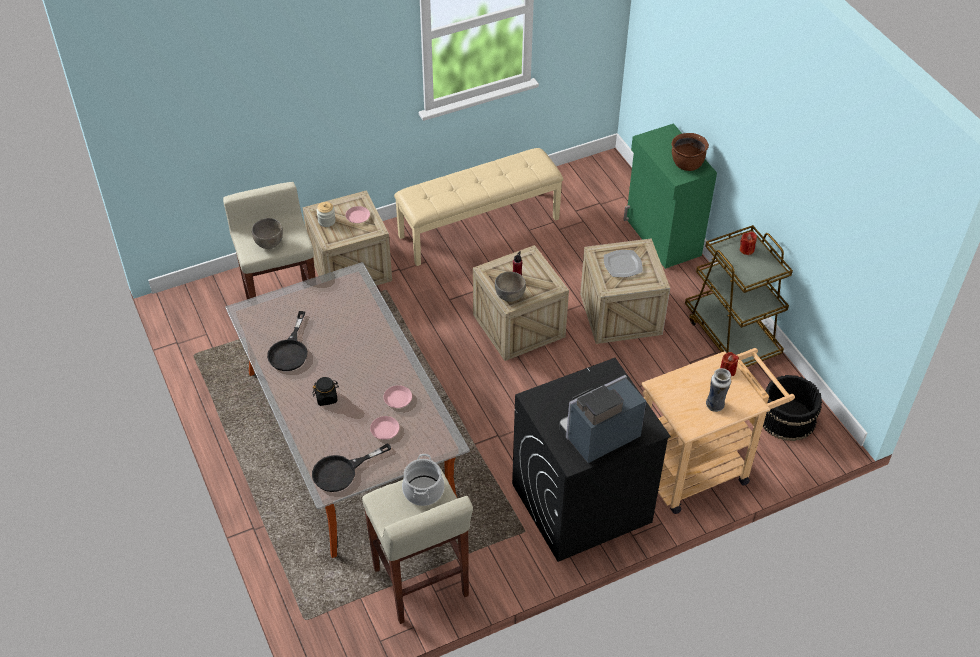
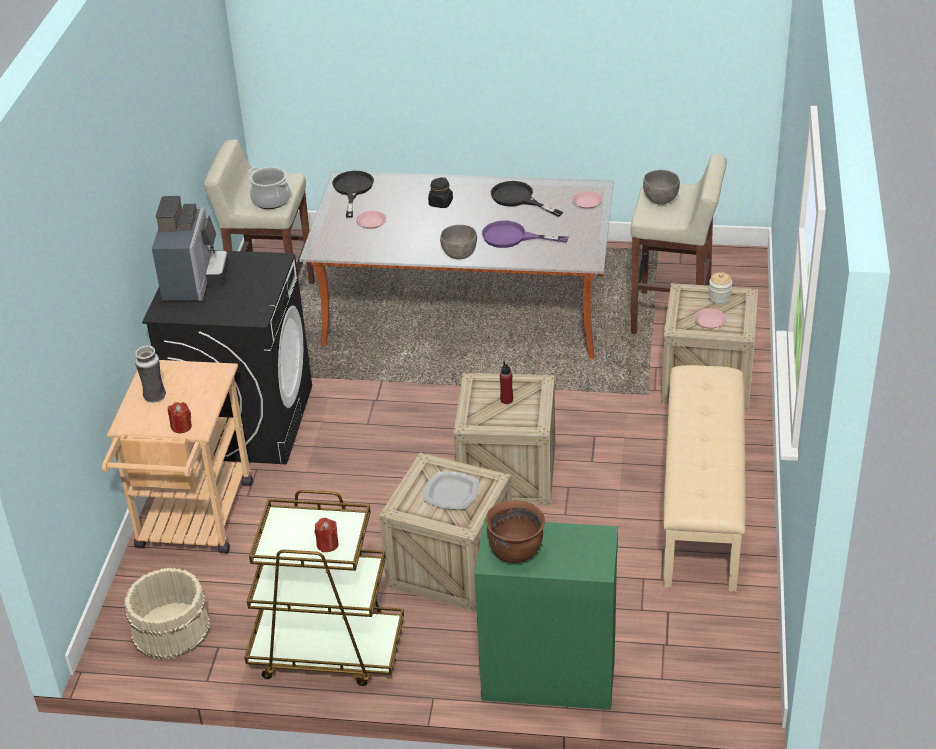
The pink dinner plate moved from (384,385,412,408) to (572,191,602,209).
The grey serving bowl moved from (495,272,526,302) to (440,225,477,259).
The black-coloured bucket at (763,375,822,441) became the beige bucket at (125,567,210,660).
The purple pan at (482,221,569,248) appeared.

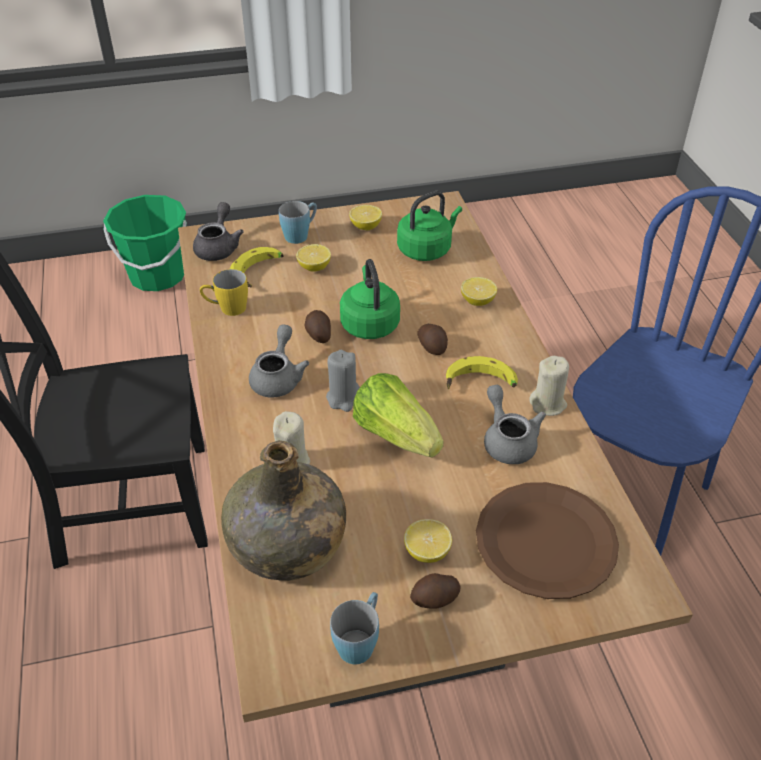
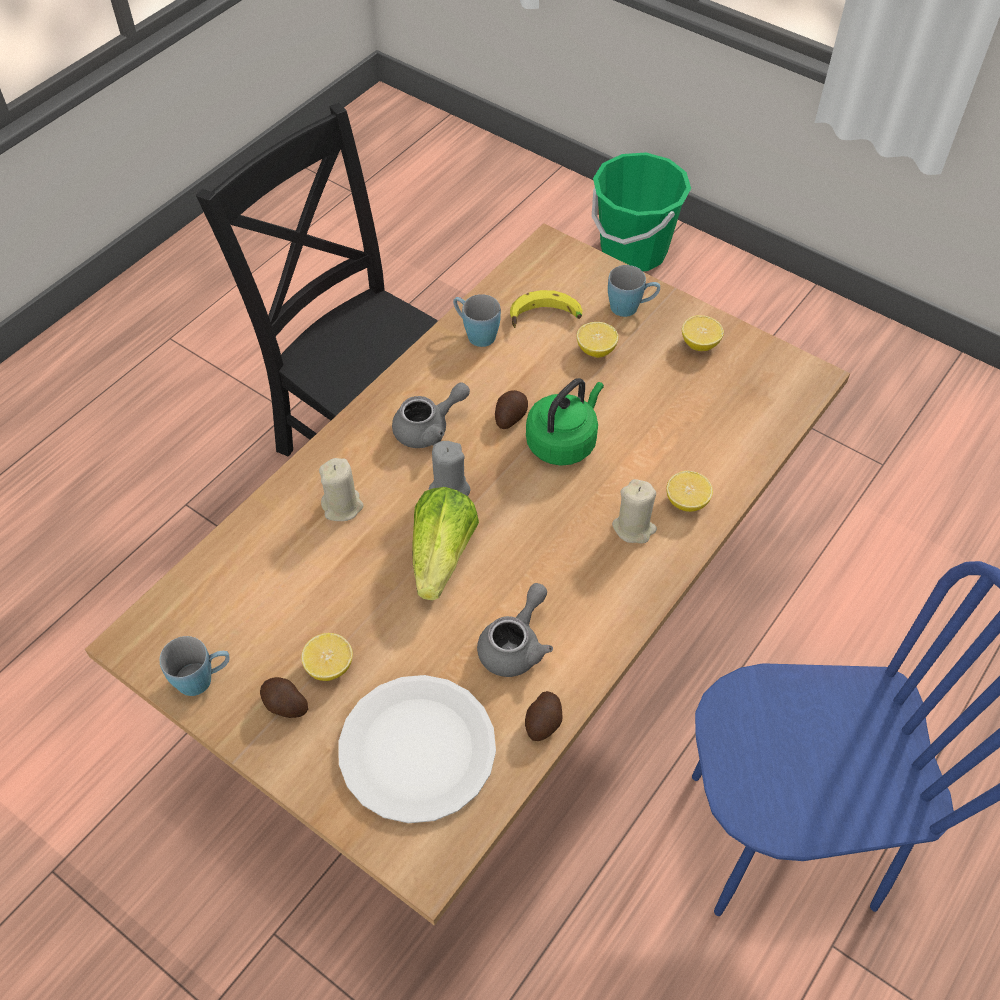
The grey tea pot at (193,202,244,261) disappeared.
The yellowish coffee mug at (200,269,248,316) became the blue coffee mug at (453,294,501,347).
The green-coloured beverage bottle at (221,440,346,581) disappeared.
The green-coloured tea kettle at (397,191,462,261) disappeared.
The whole potato moved from (417,324,448,355) to (525,691,562,741).
The banana fruit at (446,356,518,389) disappeared.
The brown-coloured dinner plate at (476,482,619,599) became the white dinner plate at (338,675,496,823).
The beige wax candle moved from (529,356,569,416) to (612,479,657,543).

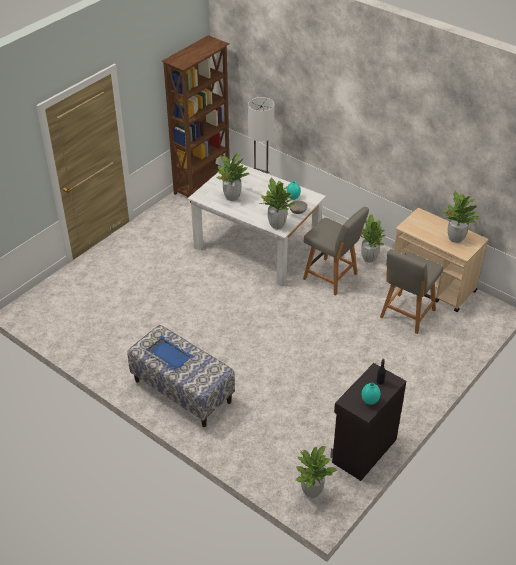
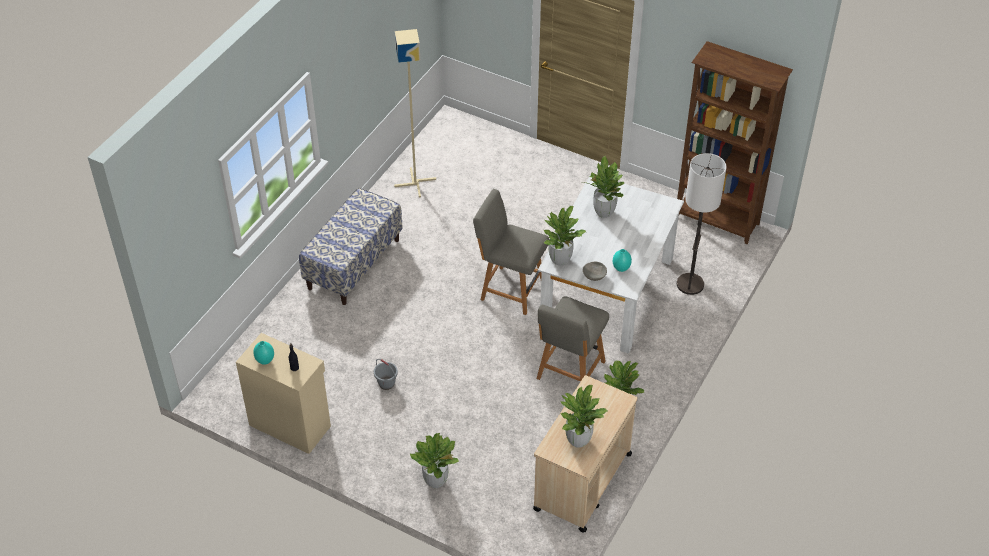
The blue serving tray at (143,335,195,372) disappeared.
The houseplant moved from (296,446,337,498) to (410,433,459,488).
The black-coloured storage cabinet at (330,363,406,481) became the beige storage cabinet at (236,333,331,454).
The grey upright chair moved from (380,249,443,334) to (473,189,549,315).
The grey bucket at (374,359,398,390) appeared.
The beige standing lamp at (394,29,436,198) appeared.

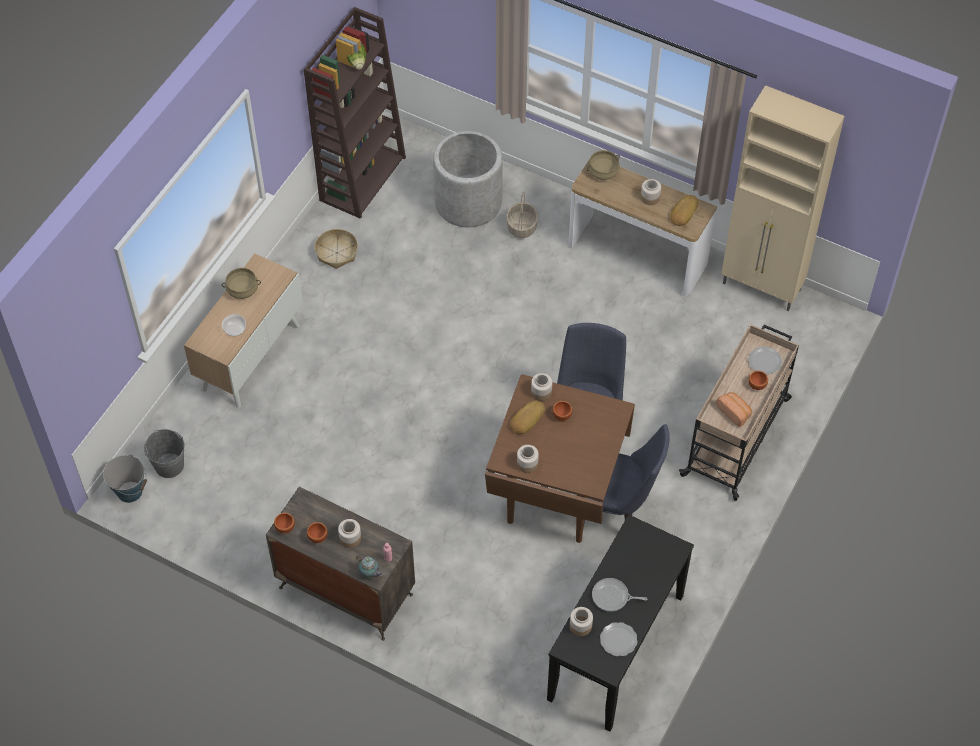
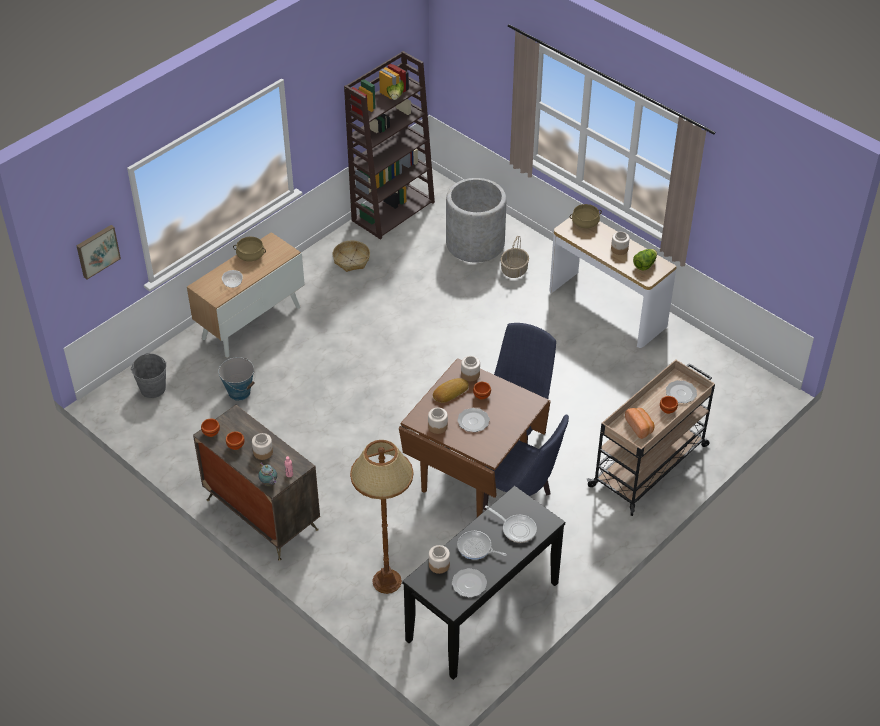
The bucket moved from (103,455,147,503) to (218,357,255,401).
The bakery bread at (670,195,699,226) was replaced by the head of lettuce at (633,249,657,271).
The beige storage cabinet at (721,85,844,311) disappeared.
The wall art at (76,225,121,279) appeared.
The brown-coloured standing lamp at (350,440,414,594) appeared.
The dinner plate at (457,408,490,432) appeared.
The pan at (485,505,537,543) appeared.

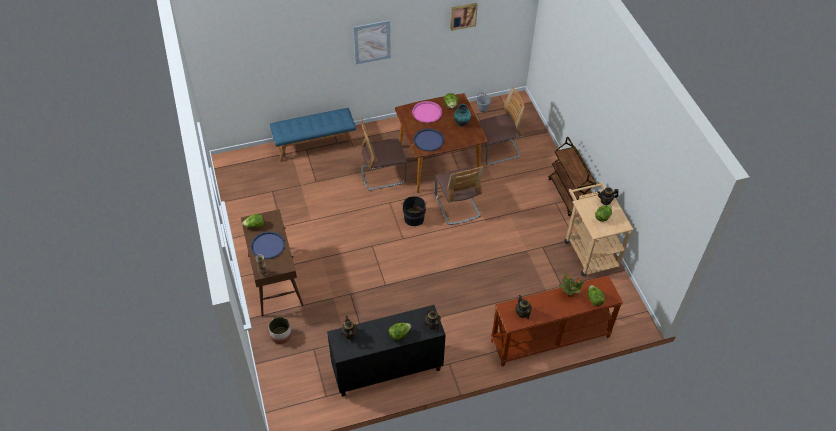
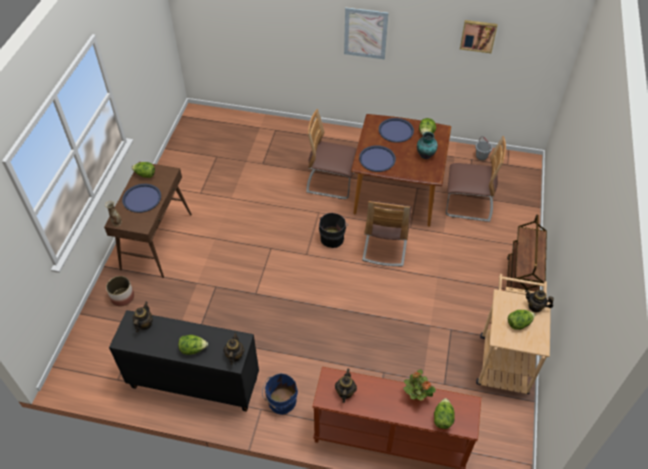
The blue long seat at (270,108,356,162) disappeared.
The pink serving tray at (412,101,442,123) became the blue serving tray at (379,118,414,143).
The blue bucket at (262,373,298,415) appeared.

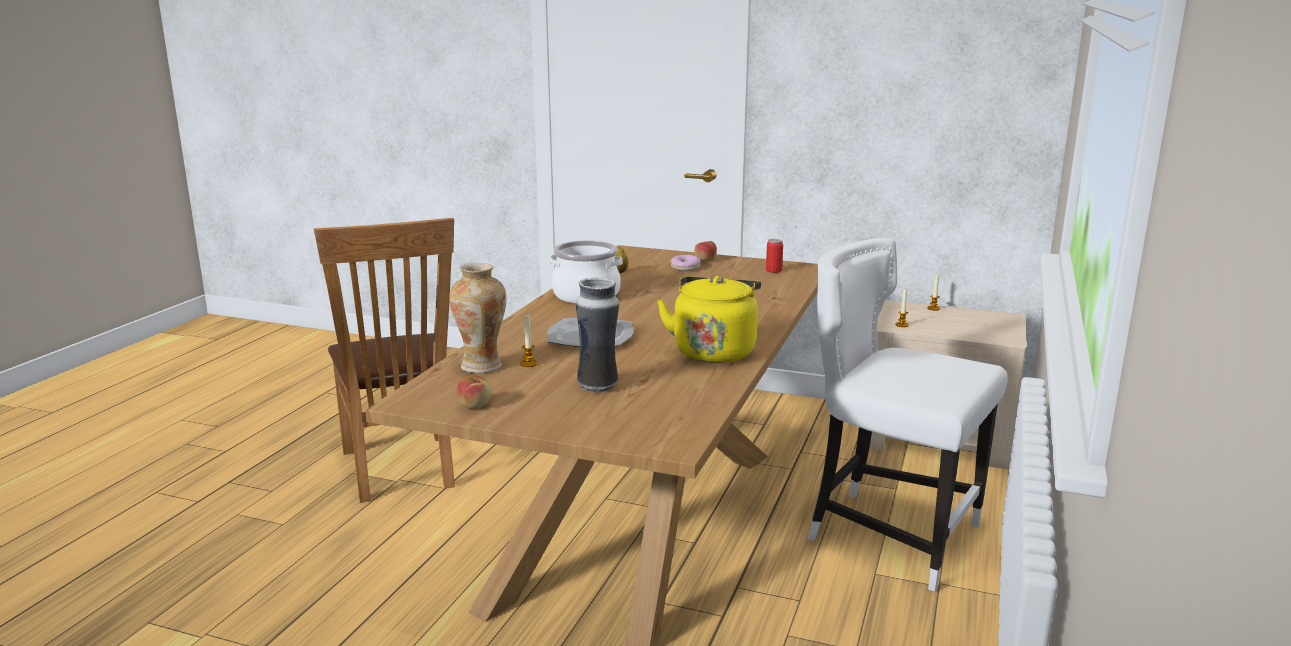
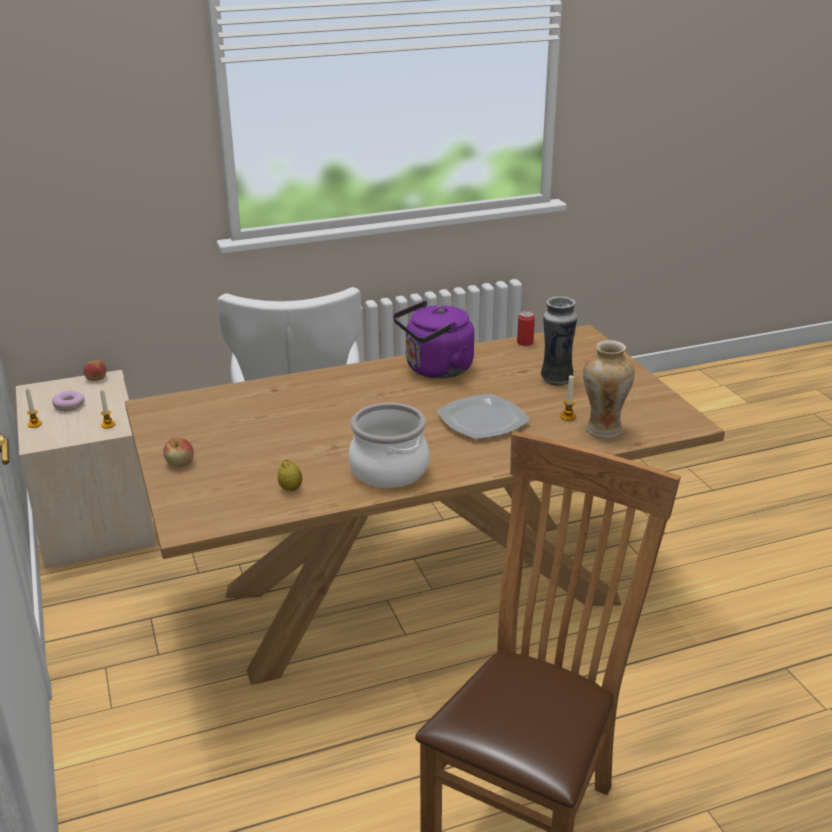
The whole apple moved from (457,375,491,409) to (83,360,106,381).
The yellowish tea kettle at (657,276,761,363) became the purple tea kettle at (393,301,474,379).
The donut moved from (671,255,700,271) to (52,391,85,411).
The metal can moved from (766,239,783,273) to (517,311,535,346).

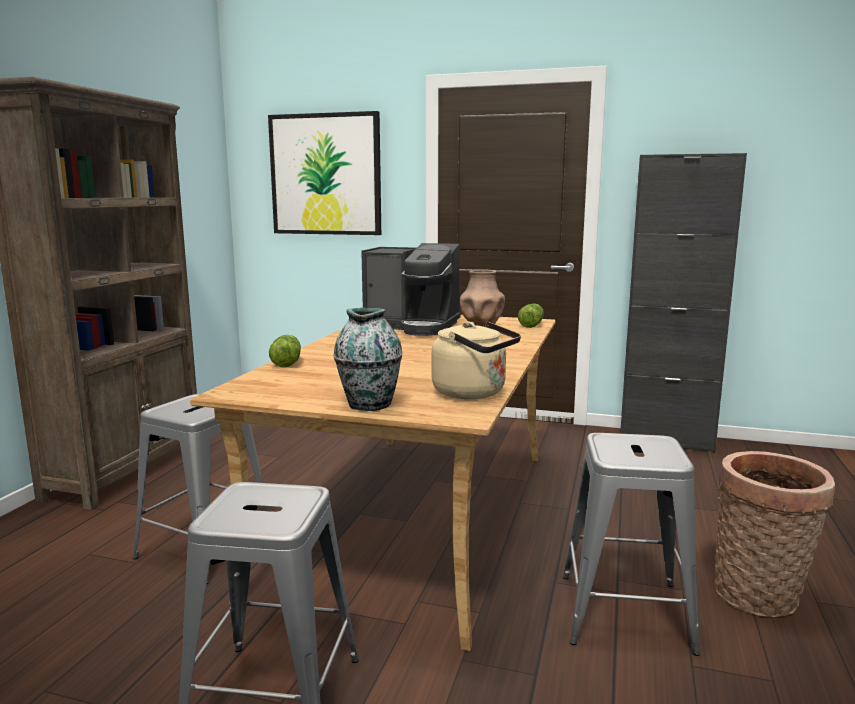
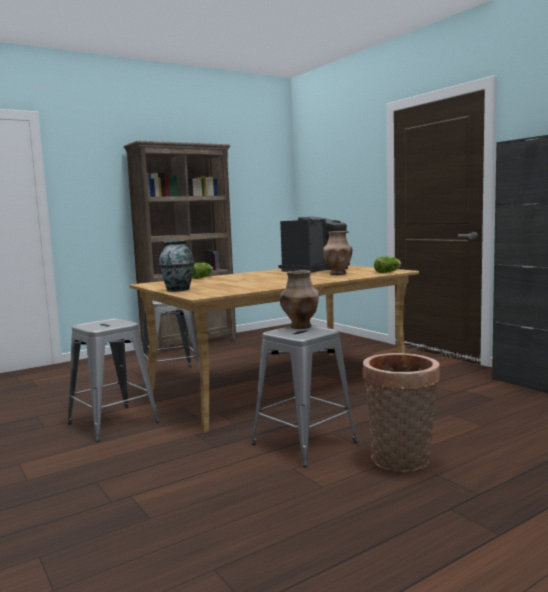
The wall art at (268,111,381,235) disappeared.
The coffee maker at (361,243,461,336) turned 105 degrees counterclockwise.
The beige tea kettle at (431,321,521,399) disappeared.
The brown-coloured flower vase at (280,270,319,329) appeared.

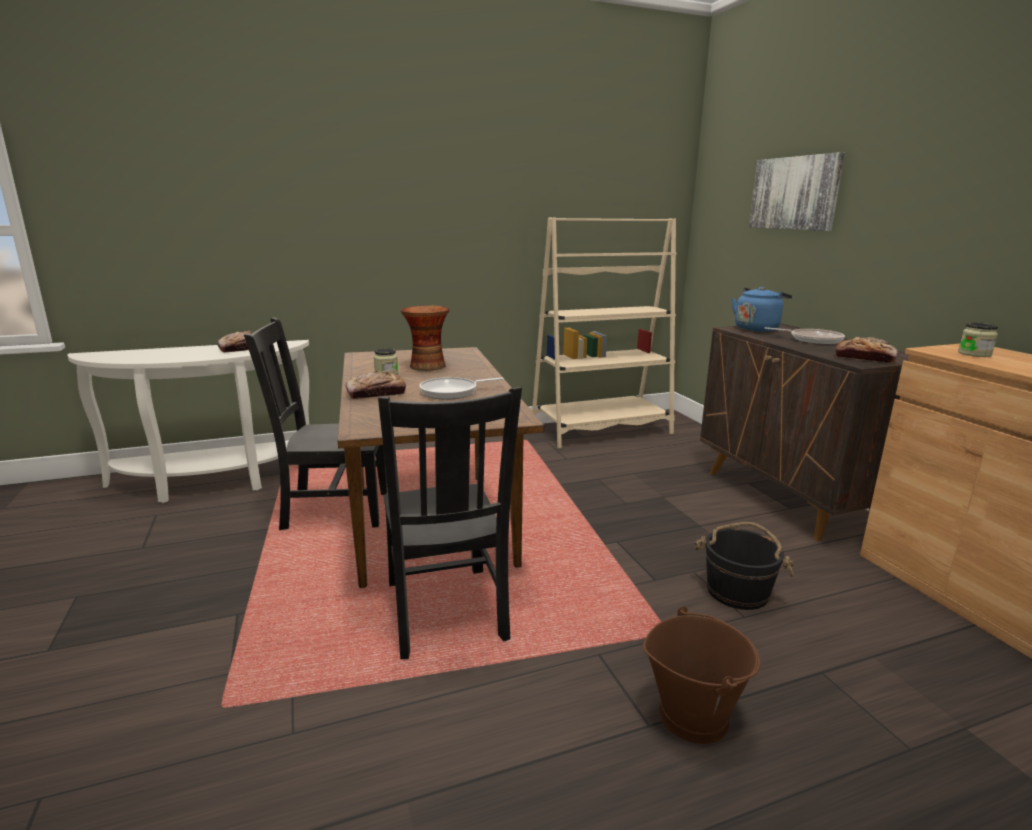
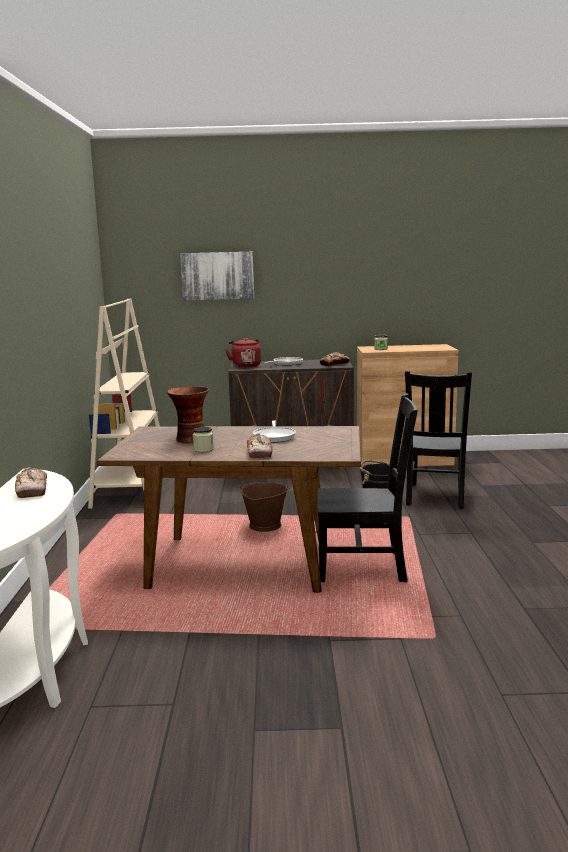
The black-coloured upright chair moved from (244,317,388,530) to (405,371,472,509).
The brown-coloured bucket moved from (643,606,761,744) to (239,482,290,532).
The blue tea kettle at (732,287,792,332) became the red-coloured tea kettle at (225,338,261,368).

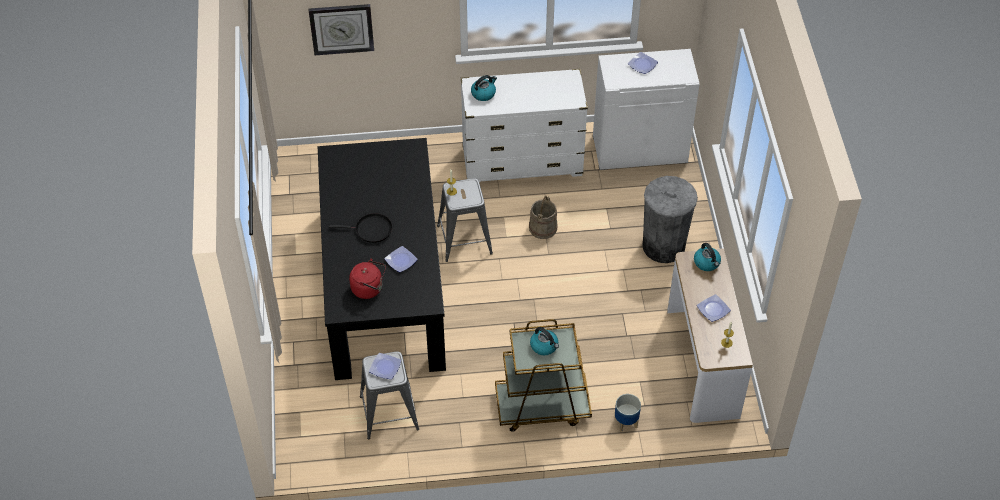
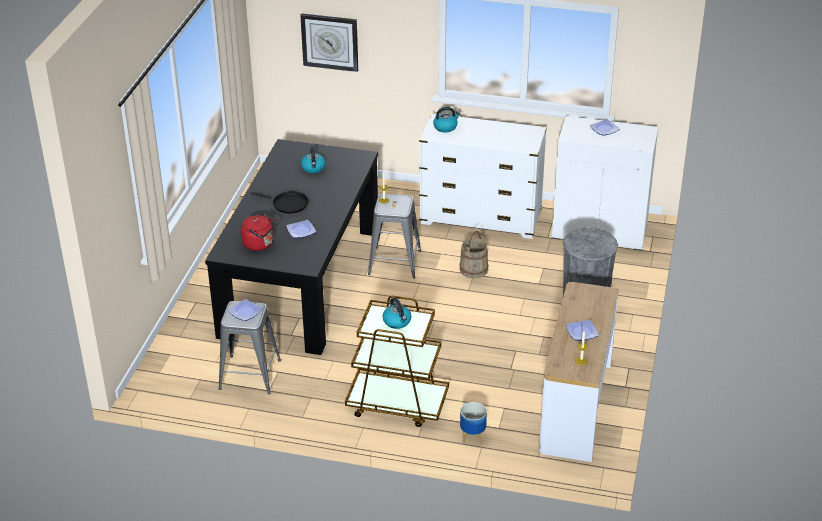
The tea kettle moved from (694,243,721,271) to (301,146,326,173).

